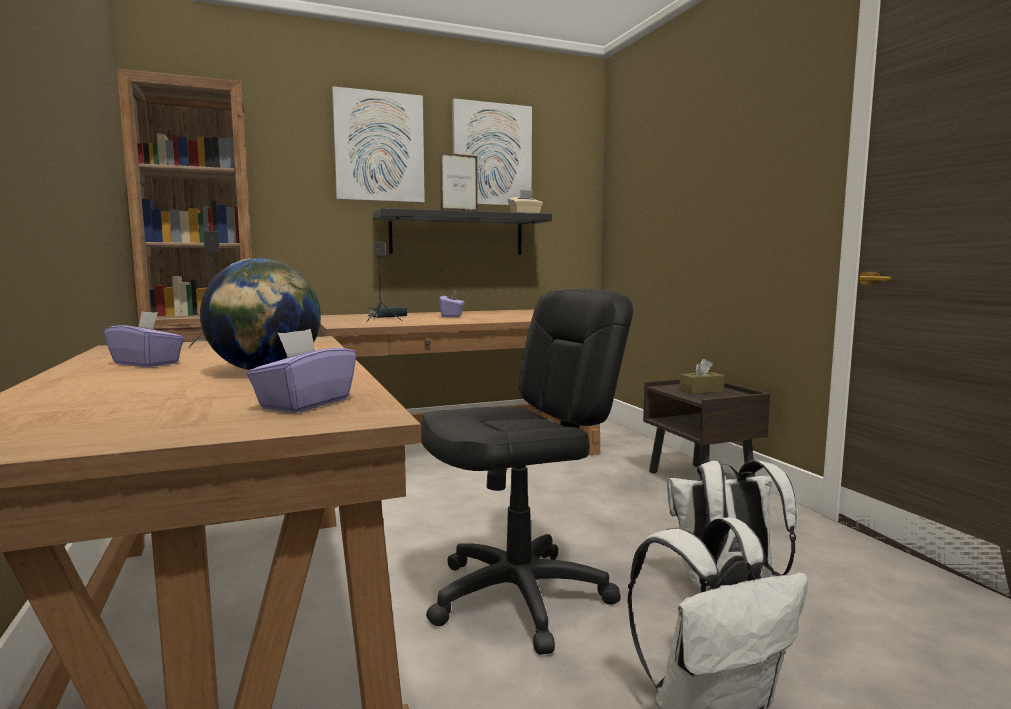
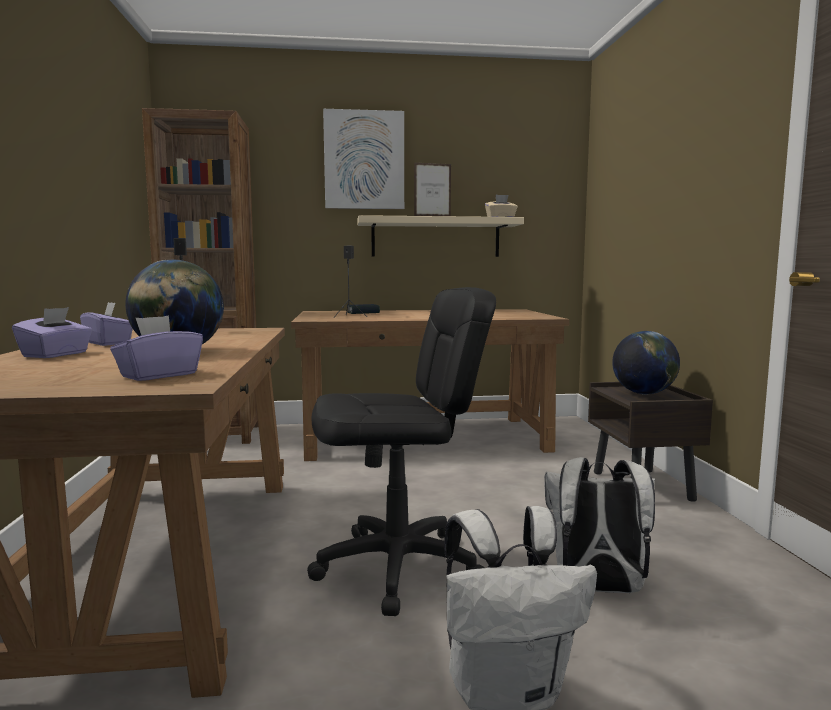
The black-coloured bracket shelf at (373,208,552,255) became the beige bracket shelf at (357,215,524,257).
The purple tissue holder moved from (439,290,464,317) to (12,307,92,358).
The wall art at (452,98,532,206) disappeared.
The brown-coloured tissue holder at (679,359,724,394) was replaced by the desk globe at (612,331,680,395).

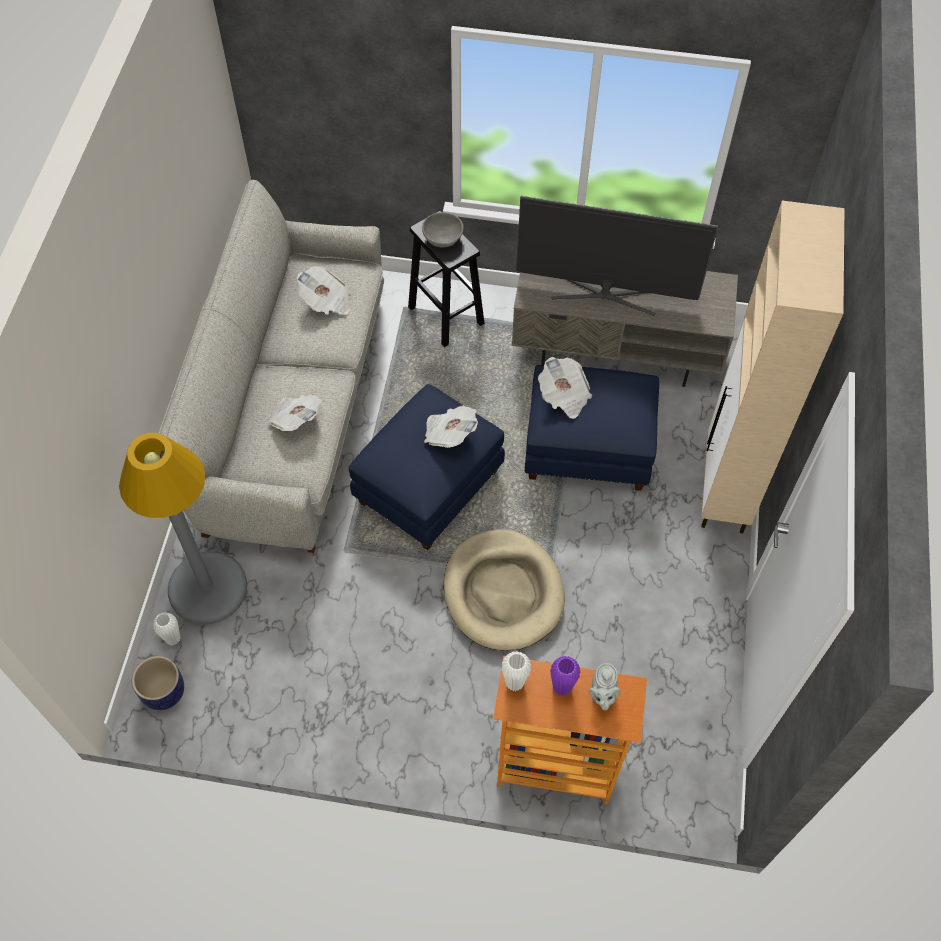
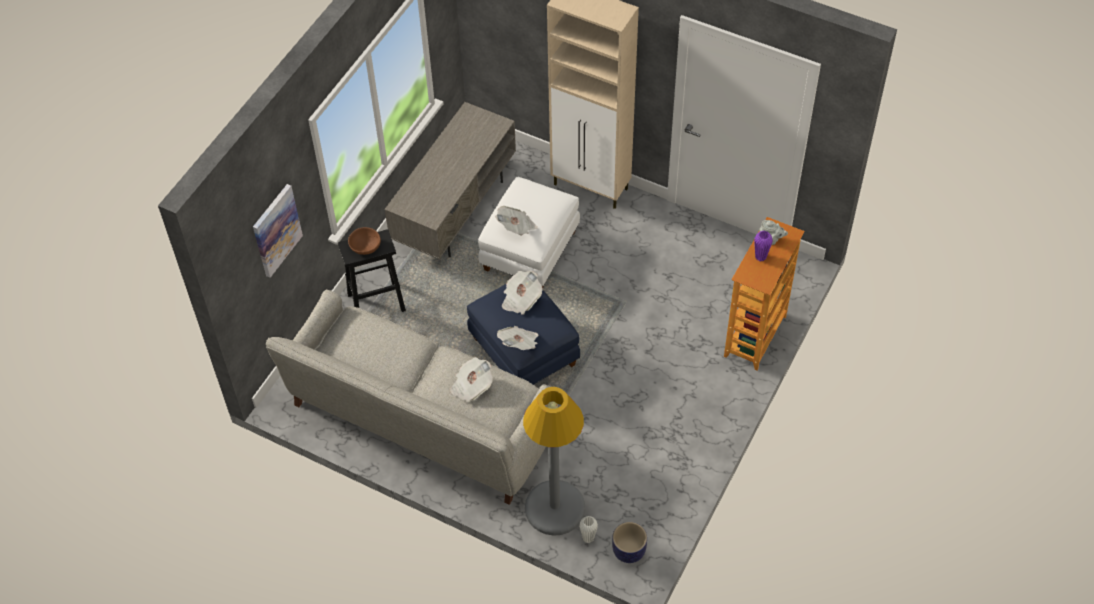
The daily paper moved from (297,266,350,315) to (497,326,538,350).
The grey serving bowl at (422,212,464,247) became the brown-coloured serving bowl at (348,227,381,255).
The beige dog bed at (444,529,565,650) disappeared.
The white flower vase at (501,651,531,691) disappeared.
The television at (516,196,718,316) disappeared.
The blue ottoman at (525,365,659,491) became the white ottoman at (478,177,580,289).
The wall art at (253,184,303,278) appeared.

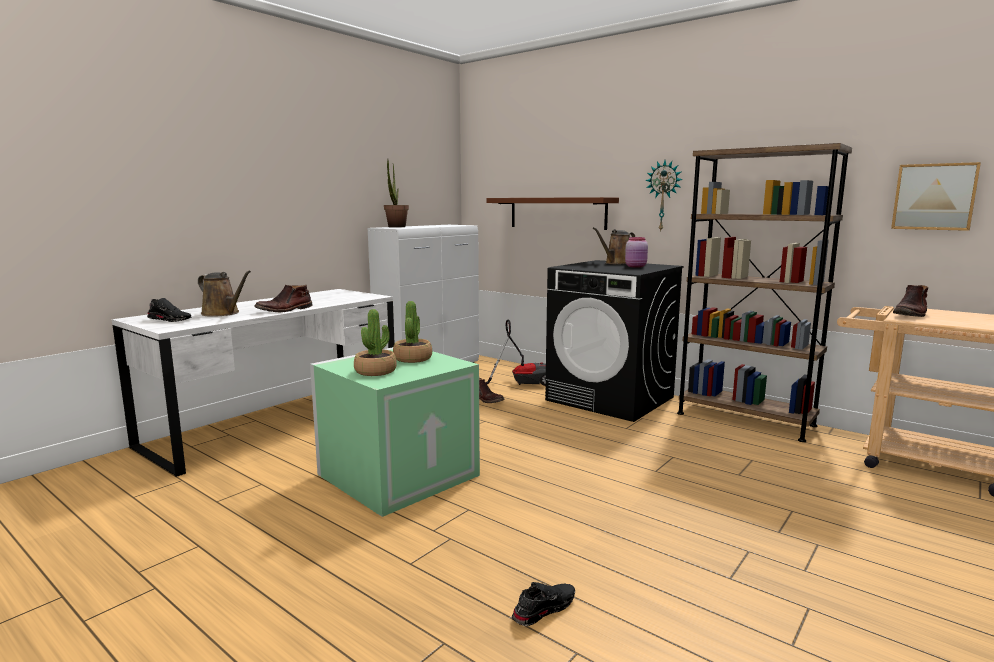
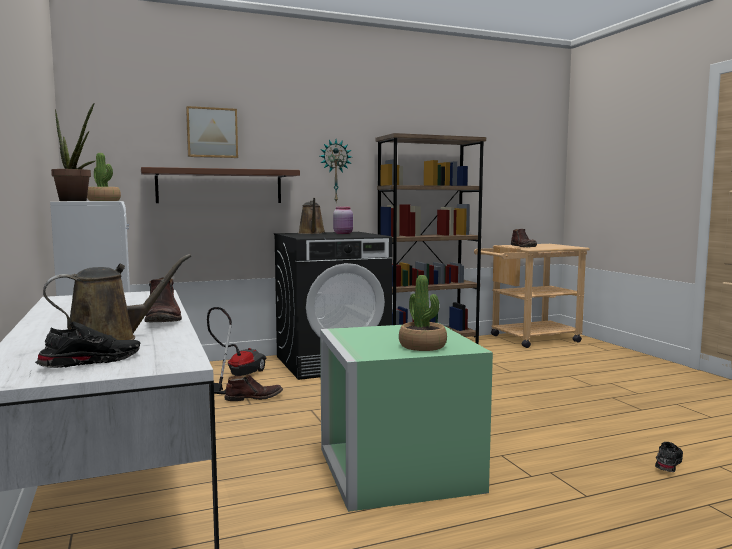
The houseplant moved from (393,301,432,363) to (87,153,121,201).
The black-coloured shoe at (512,582,575,626) turned 45 degrees clockwise.
The wall art moved from (891,162,981,231) to (186,106,238,158).

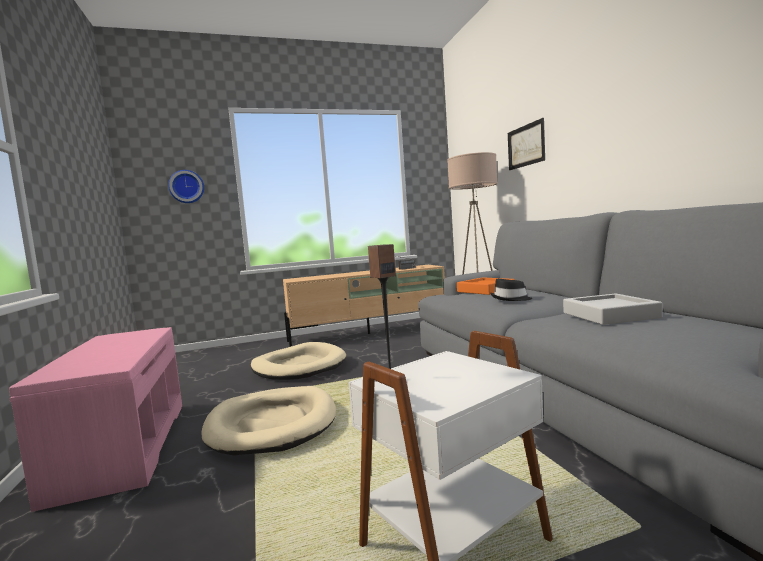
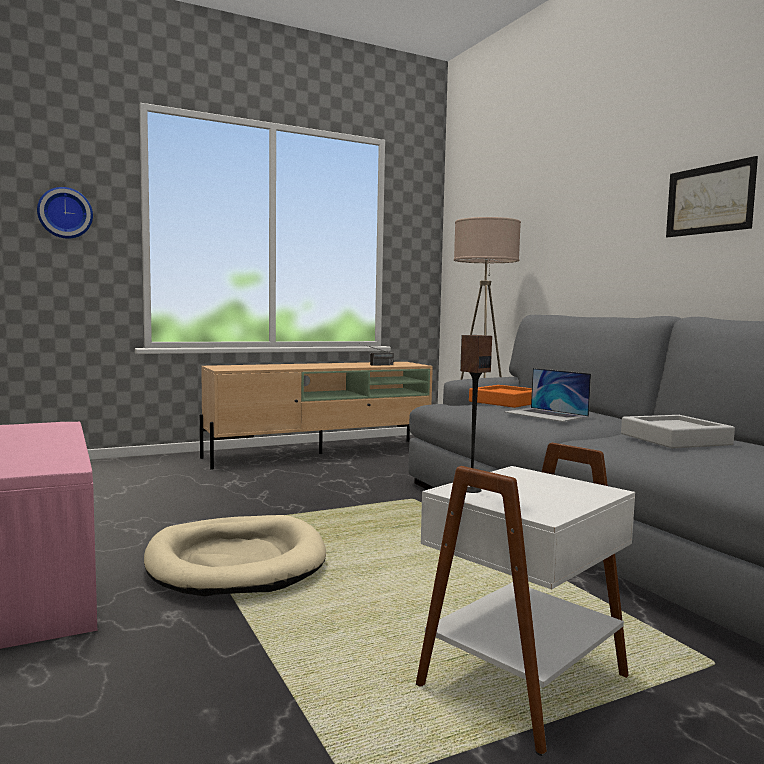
The beige dog bed at (251,342,346,380) disappeared.
The black-coloured hat at (490,279,532,301) was replaced by the laptop at (505,368,591,422).
The wall art moved from (508,118,545,170) to (666,156,758,237).

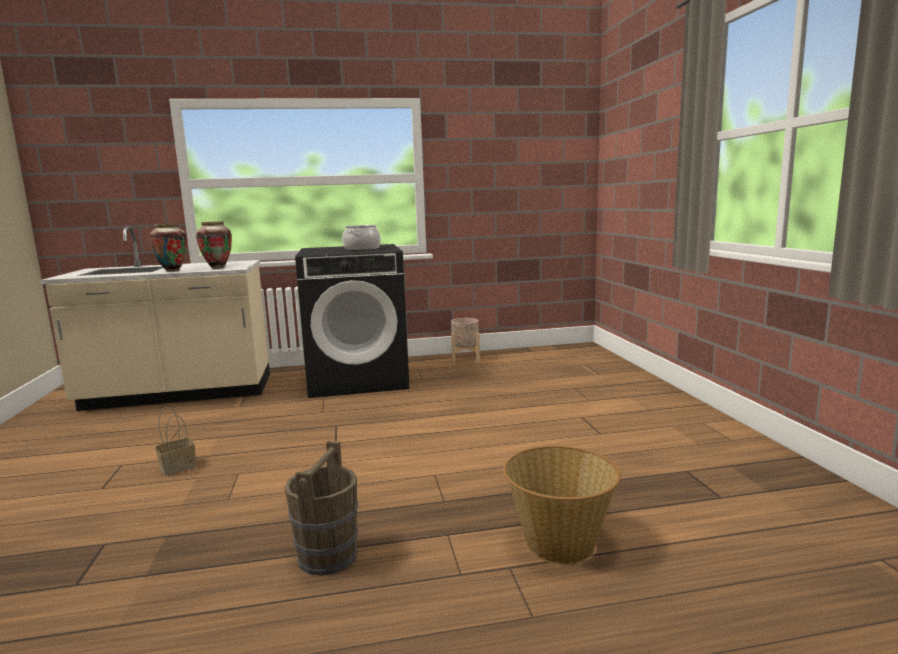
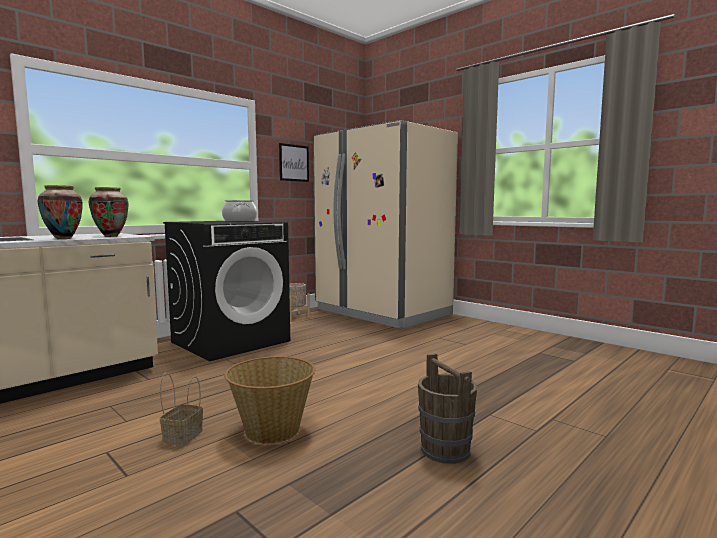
The storage basket moved from (503,445,621,564) to (225,356,315,444).
The wall art at (279,143,309,182) appeared.
The beige refrigerator at (313,120,458,328) appeared.

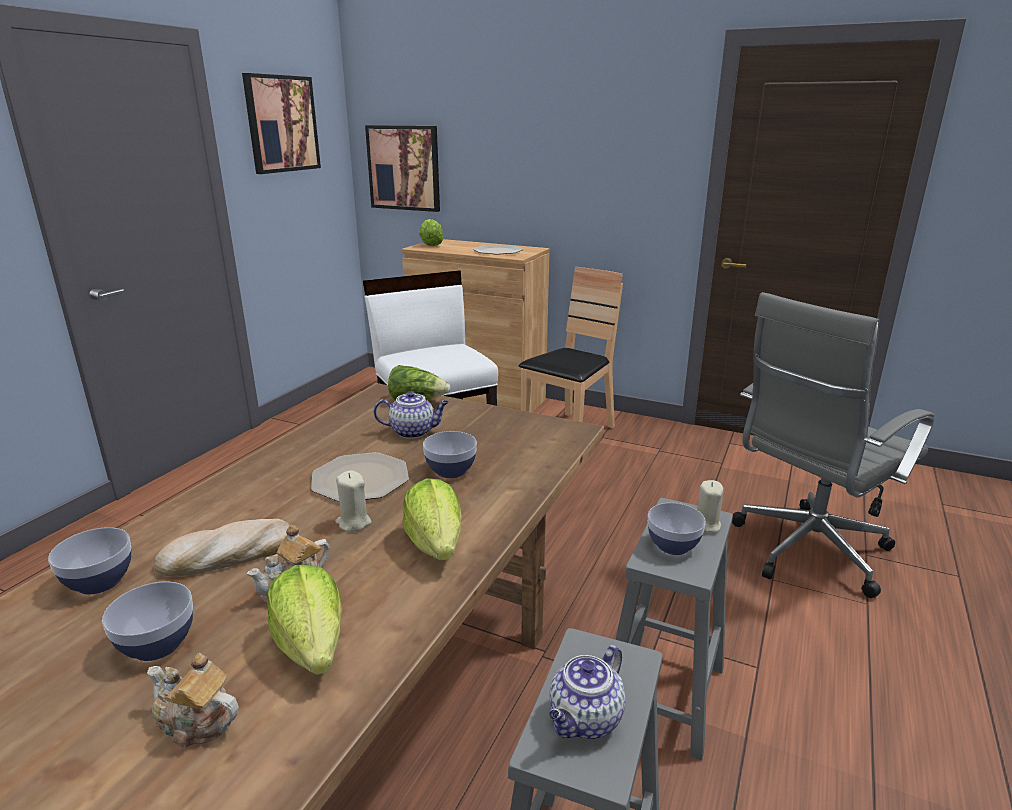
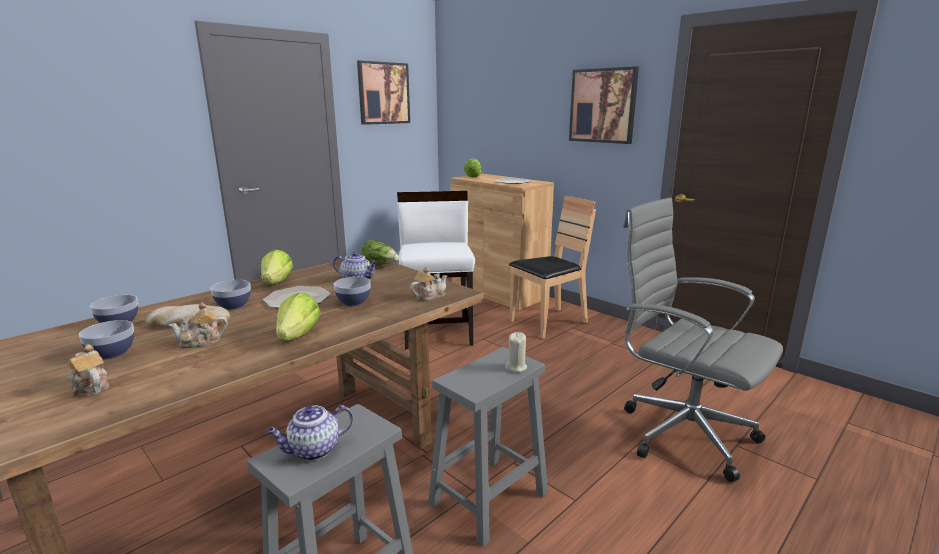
The head of lettuce moved from (266,564,342,675) to (261,250,293,284).
The beige wax candle at (335,471,372,532) disappeared.
The wall art moved from (365,125,440,212) to (569,66,639,144).
The serving bowl moved from (648,503,706,555) to (210,280,251,310).
The grey computer chair at (732,292,934,598) turned 60 degrees clockwise.
The tea pot at (410,267,447,301) appeared.

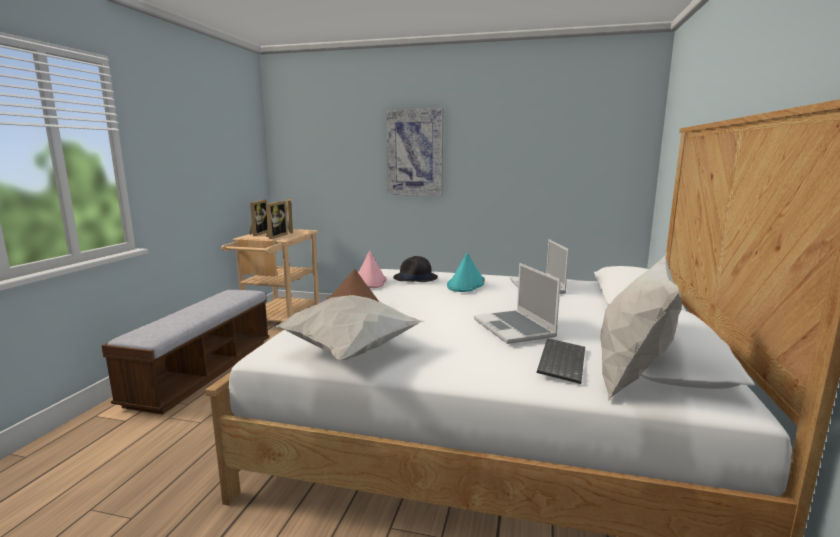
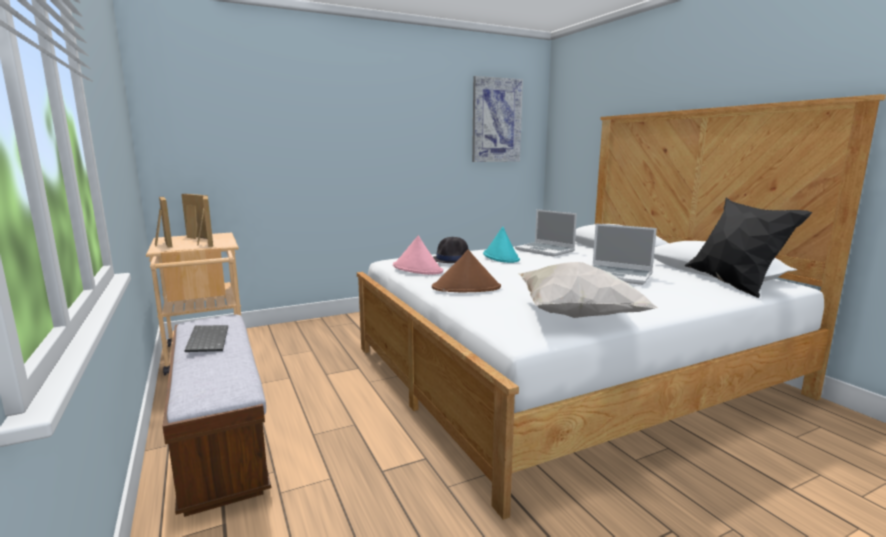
The wall art moved from (386,109,443,196) to (472,76,523,162).
The keyboard moved from (537,338,585,384) to (185,325,228,352).
The white pillow at (600,253,682,402) became the black-coloured pillow at (685,198,812,298).

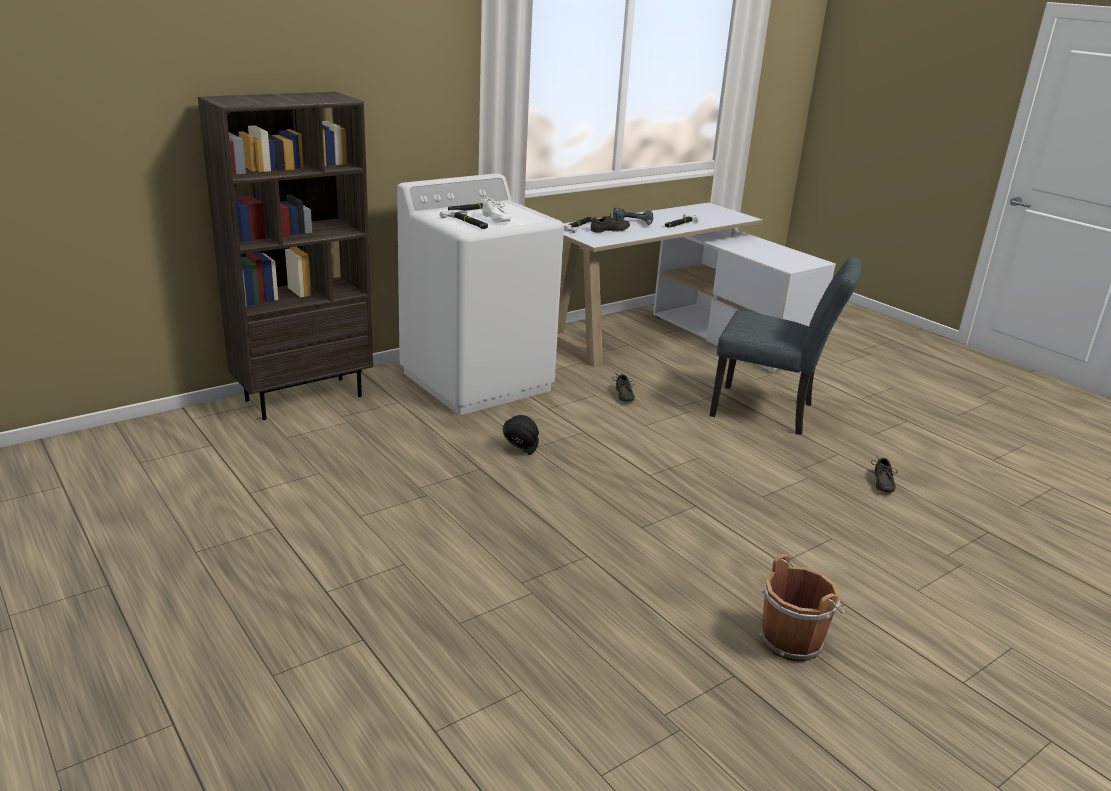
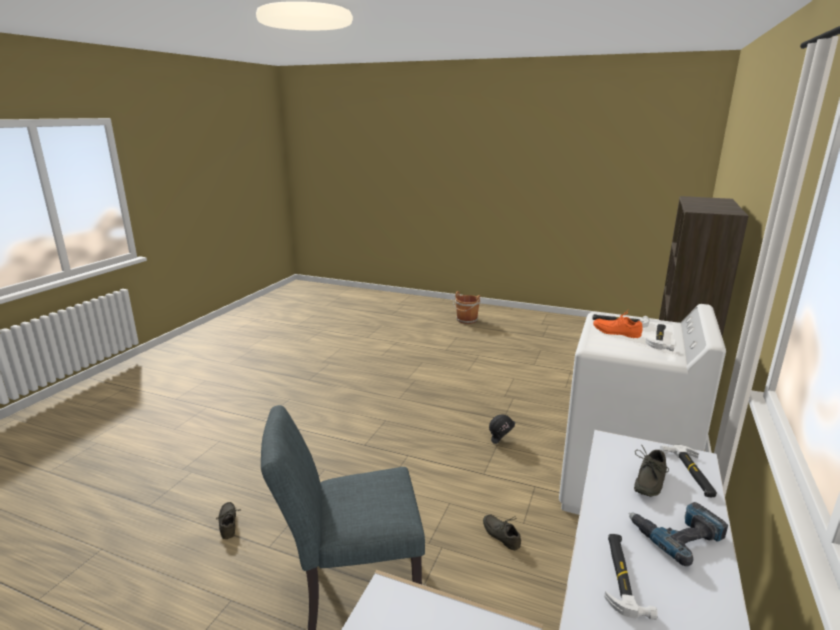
The white shoe at (481,194,511,223) became the orangey shoe at (593,309,643,338).
The brown-coloured bucket moved from (759,554,844,662) to (453,291,480,324).

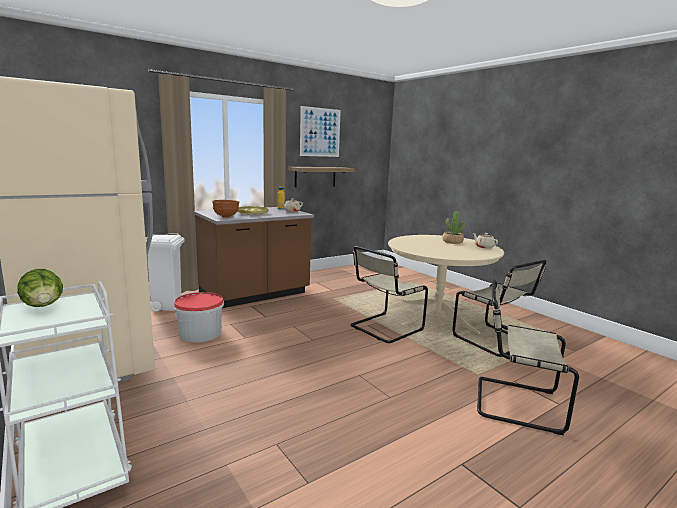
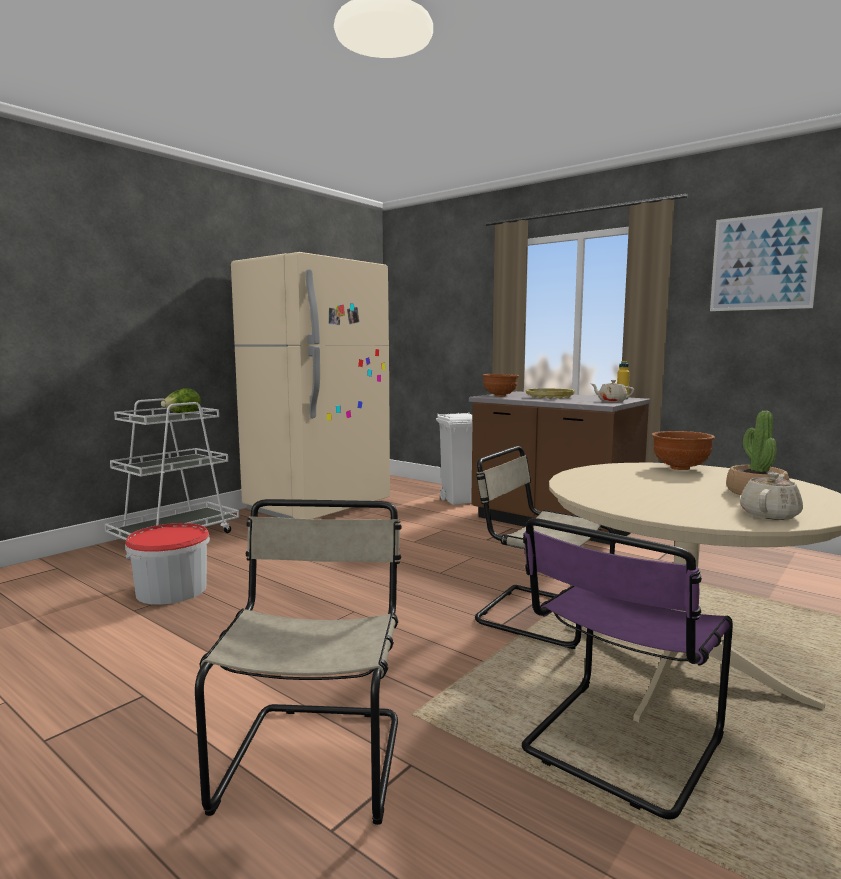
The bucket moved from (174,292,224,342) to (125,523,210,605).
The bracket shelf at (288,167,355,187) disappeared.
The beige upright chair at (452,260,547,357) became the purple upright chair at (522,518,733,820).
The brown-coloured serving bowl at (652,431,715,470) appeared.

